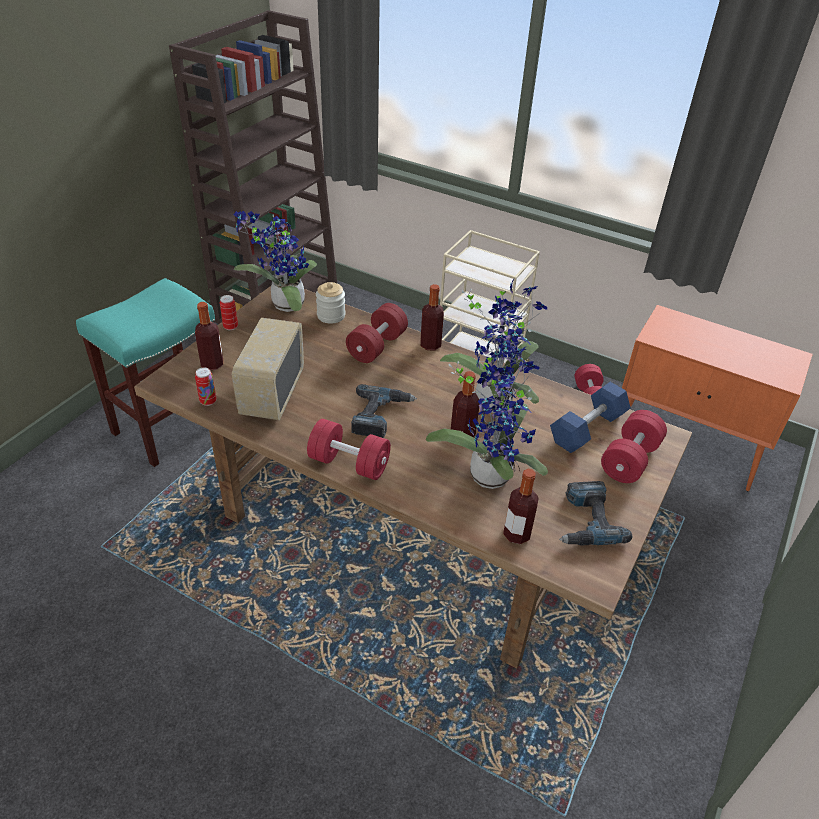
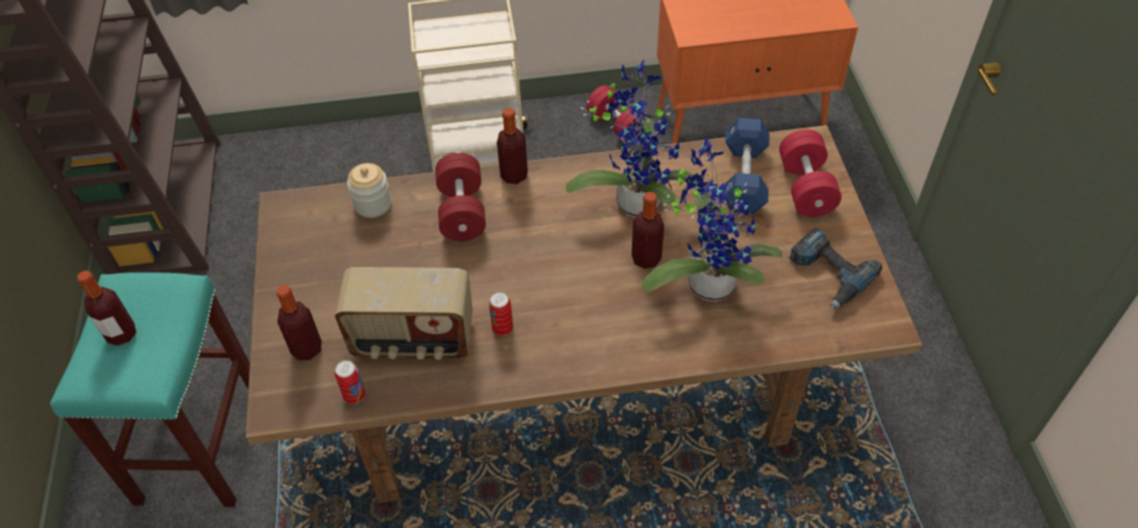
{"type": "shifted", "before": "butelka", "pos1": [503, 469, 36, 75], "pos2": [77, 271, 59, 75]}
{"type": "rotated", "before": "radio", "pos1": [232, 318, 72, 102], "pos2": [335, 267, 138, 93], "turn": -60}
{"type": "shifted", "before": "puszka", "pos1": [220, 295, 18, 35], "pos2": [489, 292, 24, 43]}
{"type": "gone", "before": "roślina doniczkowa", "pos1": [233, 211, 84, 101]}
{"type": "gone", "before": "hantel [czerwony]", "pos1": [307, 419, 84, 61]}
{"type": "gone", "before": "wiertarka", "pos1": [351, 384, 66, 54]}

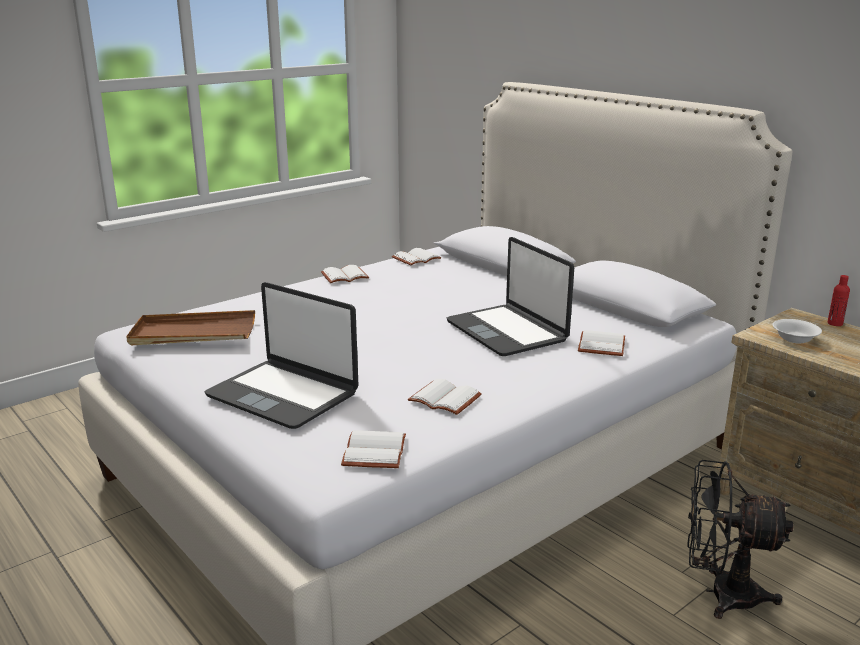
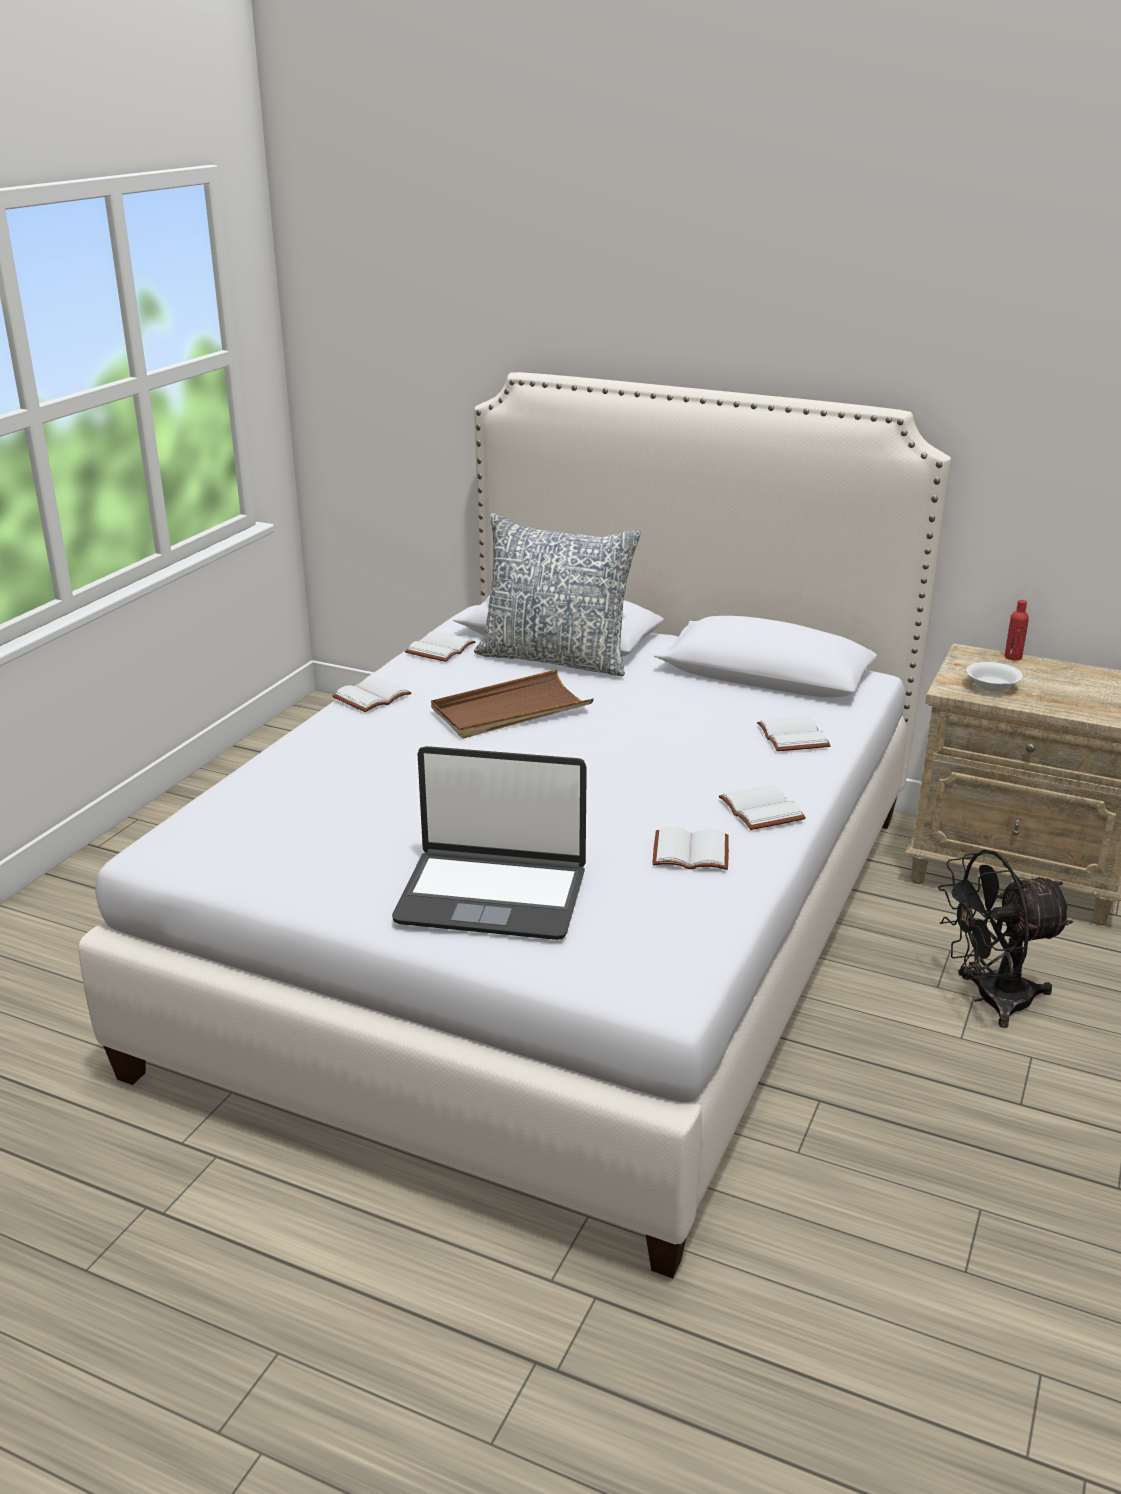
{"type": "shifted", "before": "taca [brązowy]", "pos1": [126, 310, 129, 36], "pos2": [431, 669, 162, 69]}
{"type": "new", "after": "poduszka", "pos2": [474, 513, 167, 163]}
{"type": "shifted", "before": "książka [biały]", "pos1": [341, 430, 65, 38], "pos2": [719, 784, 87, 46]}
{"type": "gone", "before": "laptop", "pos1": [447, 237, 127, 119]}

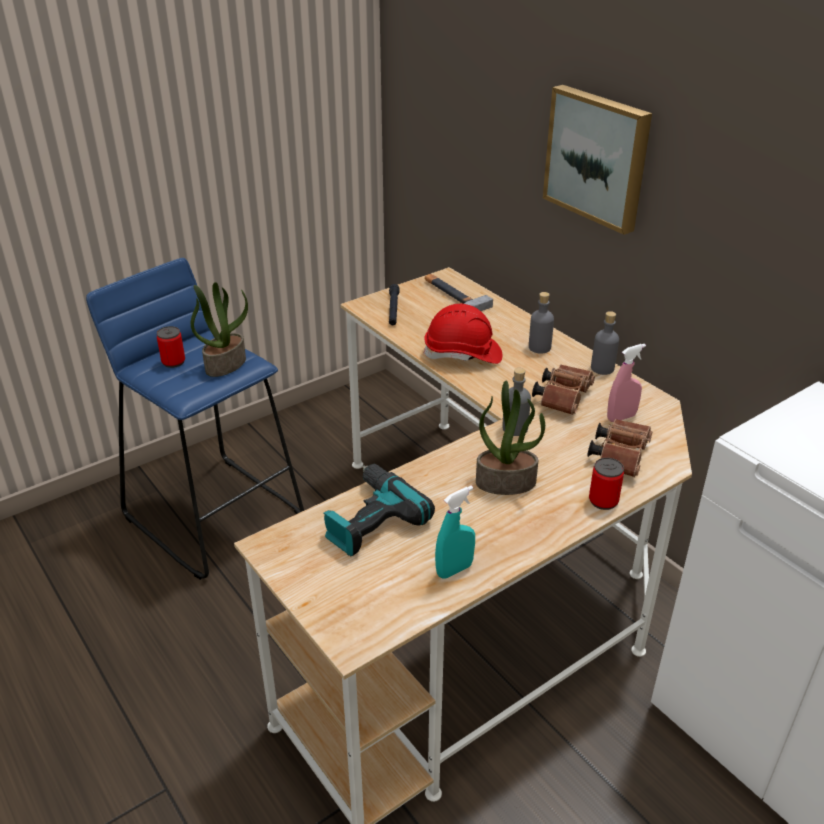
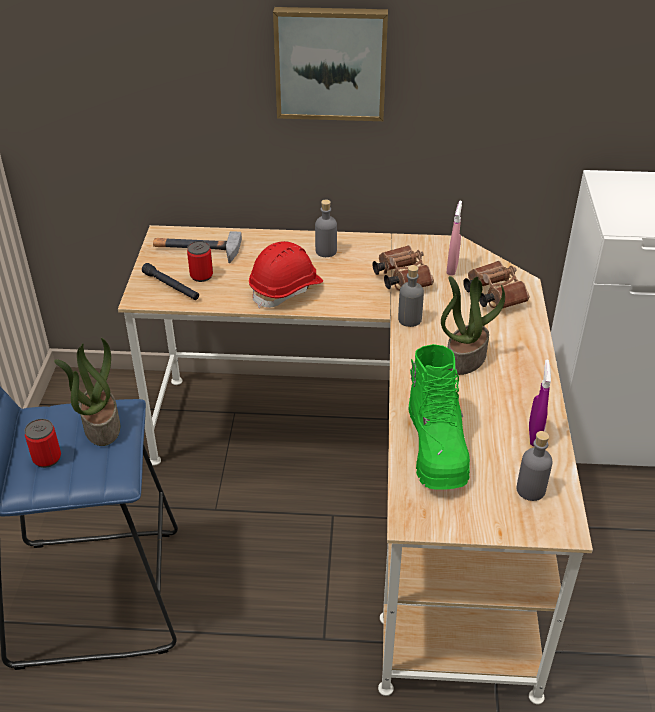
{"type": "shifted", "before": "puszka", "pos1": [589, 458, 35, 52], "pos2": [187, 241, 26, 41]}
{"type": "swapped", "before": "wiertarka", "after": "but z cholewką [zielony]", "pos1": [324, 464, 111, 92], "pos2": [408, 344, 62, 146]}
{"type": "shifted", "before": "butelka [szary]", "pos1": [591, 311, 28, 64], "pos2": [517, 431, 36, 70]}
{"type": "repainted", "before": "spryskiwacz [turkusowy]", "after": "spryskiwacz [fioletowy]", "pos1": [435, 485, 40, 94], "pos2": [529, 359, 22, 87]}

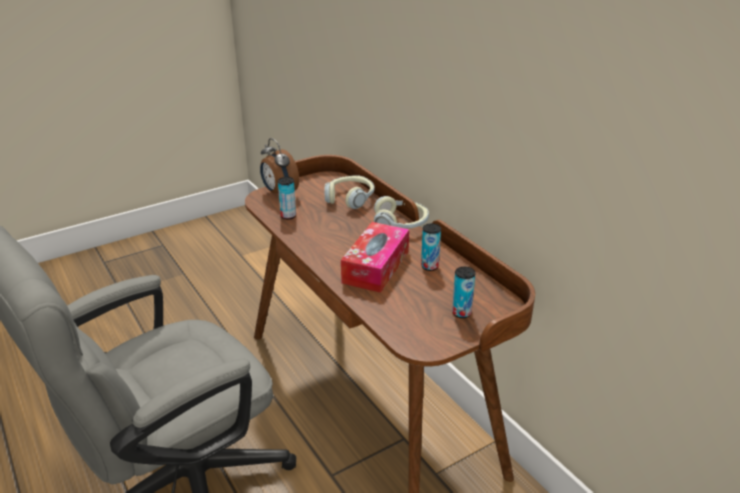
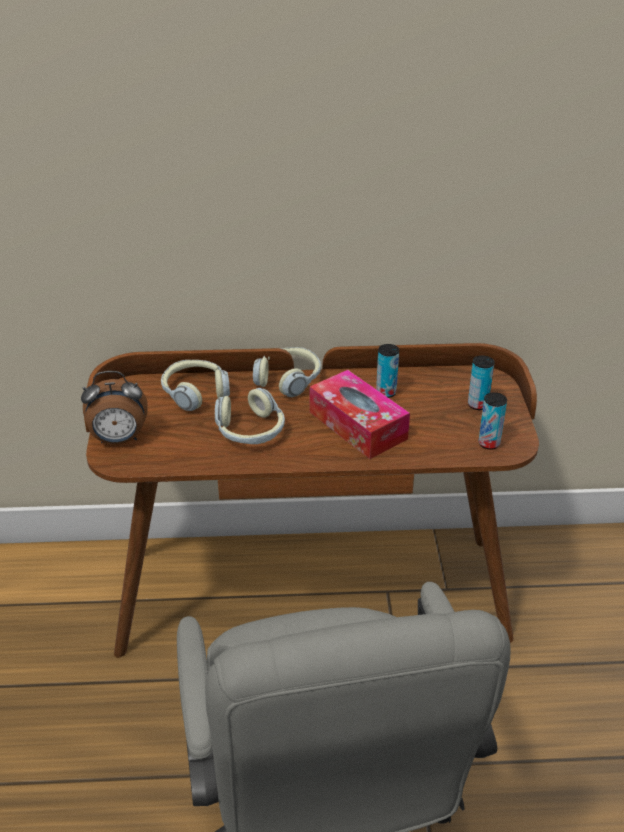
{"type": "new", "after": "słuchawki", "pos2": [215, 388, 70, 56]}
{"type": "shifted", "before": "puszka", "pos1": [278, 177, 18, 42], "pos2": [478, 392, 29, 58]}

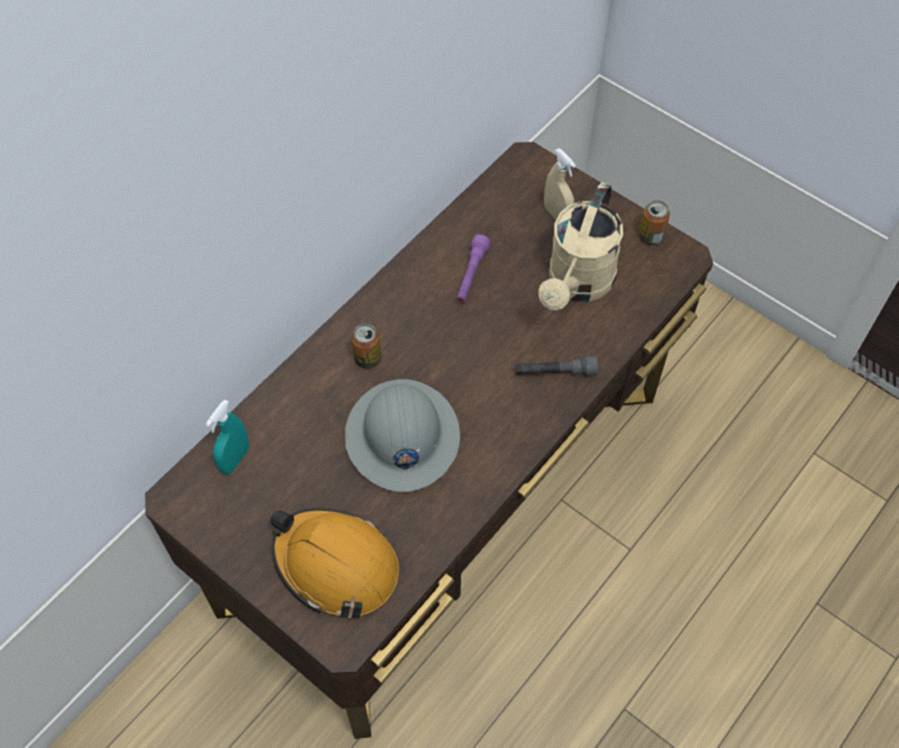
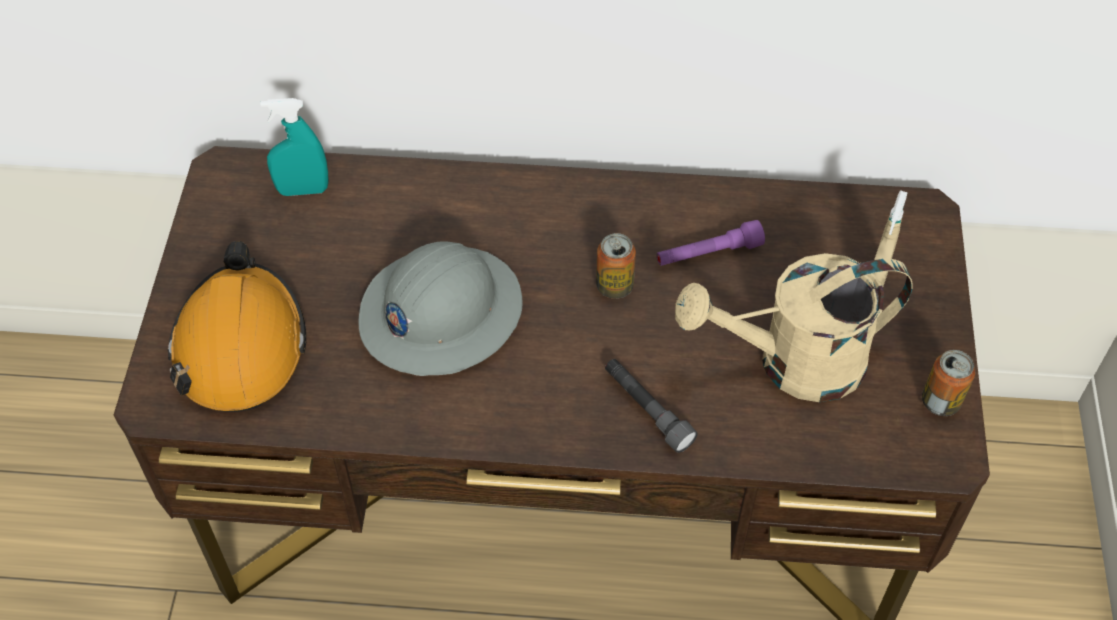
{"type": "shifted", "before": "puszka", "pos1": [351, 324, 31, 45], "pos2": [596, 233, 40, 66]}

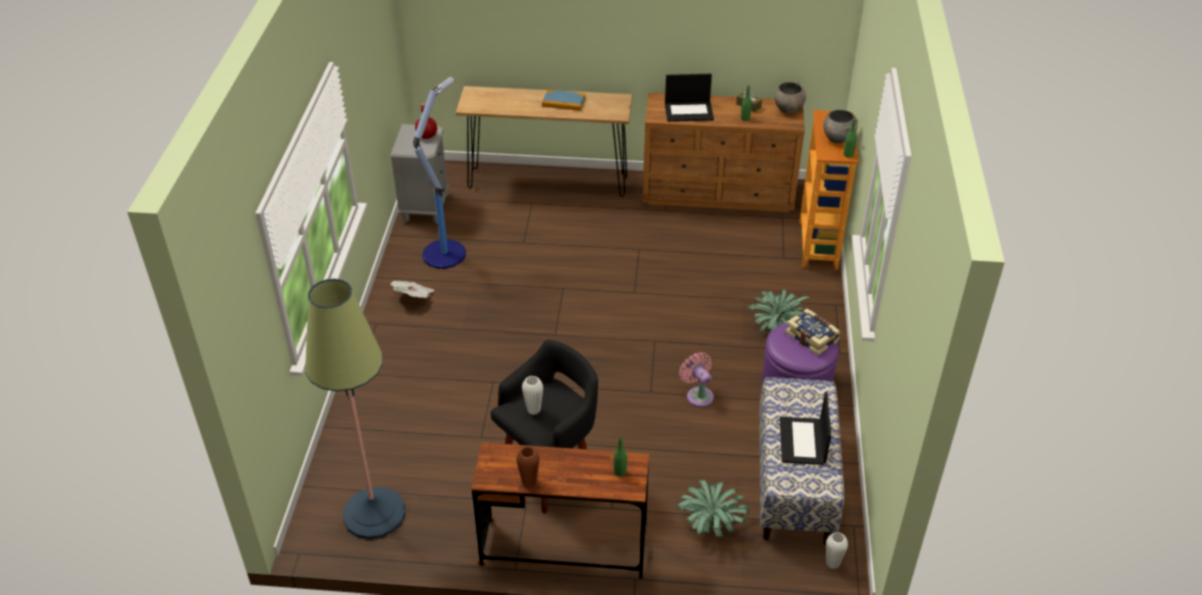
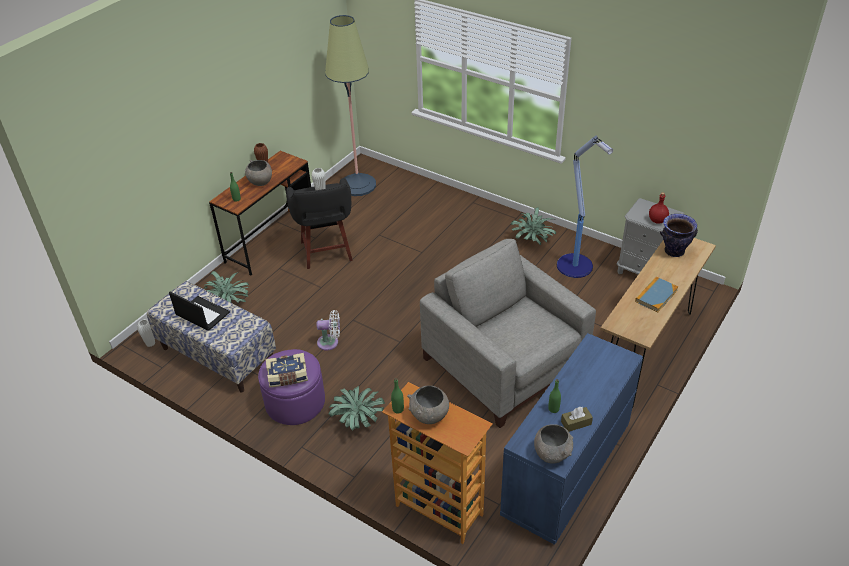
{"type": "new", "after": "miska [szary]", "pos2": [245, 160, 27, 26]}
{"type": "repainted", "before": "wentylator [różowy]", "after": "wentylator [biały]", "pos1": [679, 352, 35, 55], "pos2": [317, 310, 23, 41]}
{"type": "new", "after": "fotel [szary]", "pos2": [420, 239, 176, 189]}
{"type": "repainted", "before": "komoda [brązowy]", "after": "komoda [niebieski]", "pos1": [643, 93, 162, 119], "pos2": [500, 333, 143, 212]}
{"type": "swapped", "before": "gazeta", "after": "roślina doniczkowa", "pos1": [391, 281, 43, 17], "pos2": [511, 207, 45, 38]}
{"type": "new", "after": "wazon", "pos2": [660, 214, 38, 43]}
{"type": "gone", "before": "laptop", "pos1": [665, 74, 49, 48]}

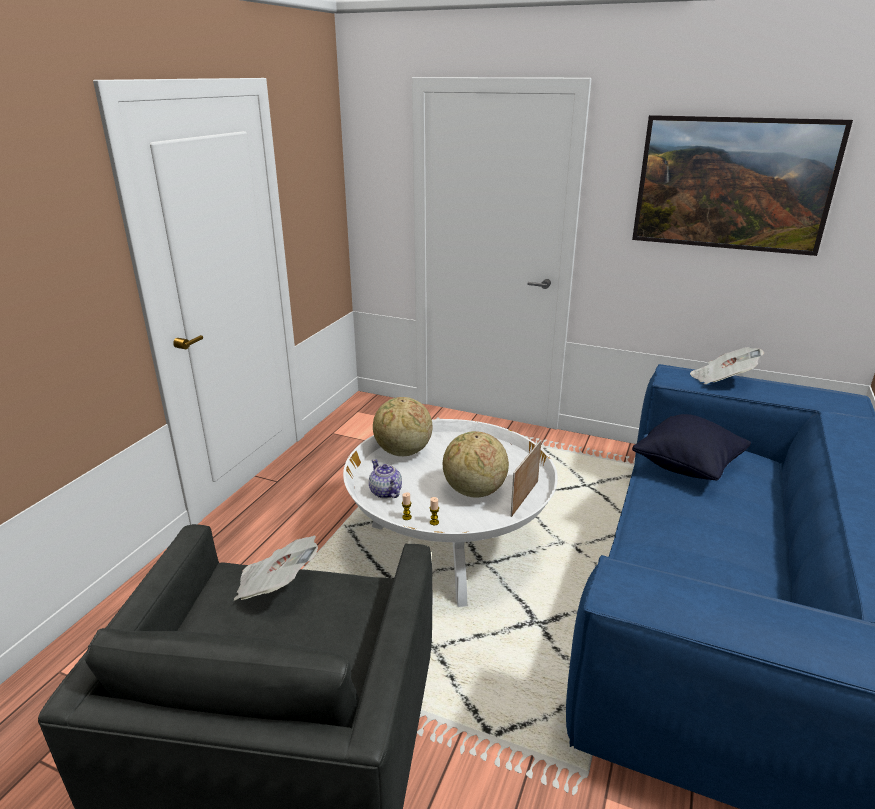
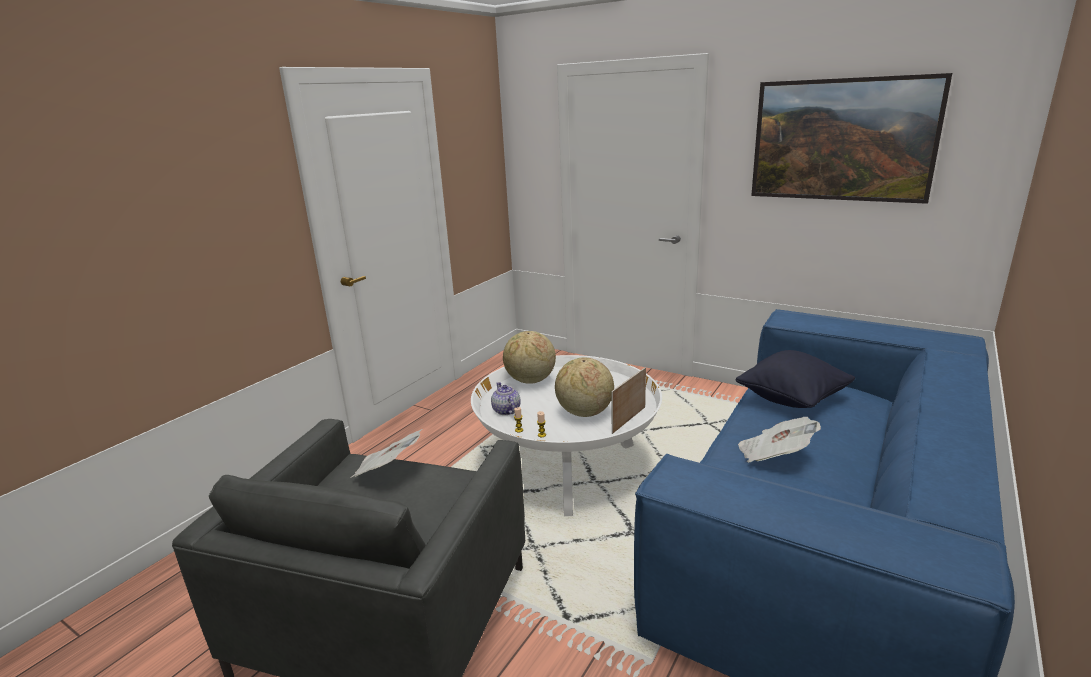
{"type": "shifted", "before": "gazeta", "pos1": [690, 347, 74, 37], "pos2": [738, 417, 83, 46]}

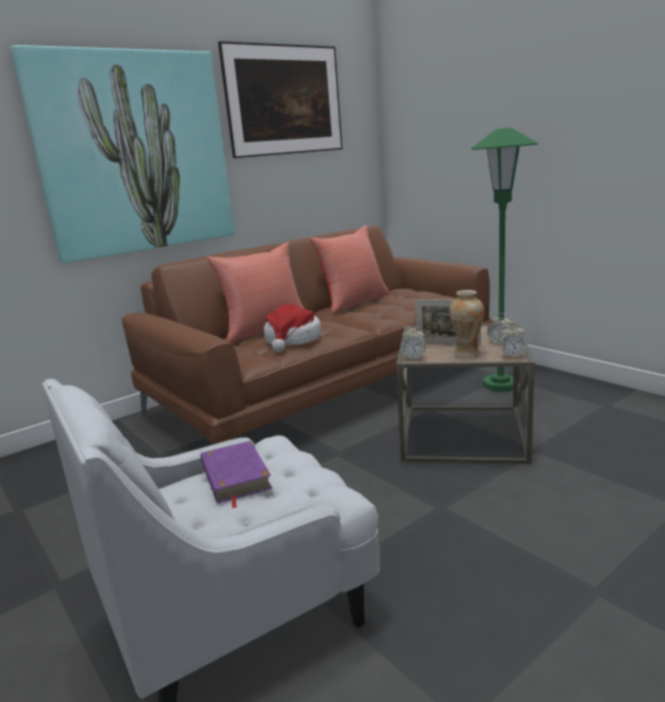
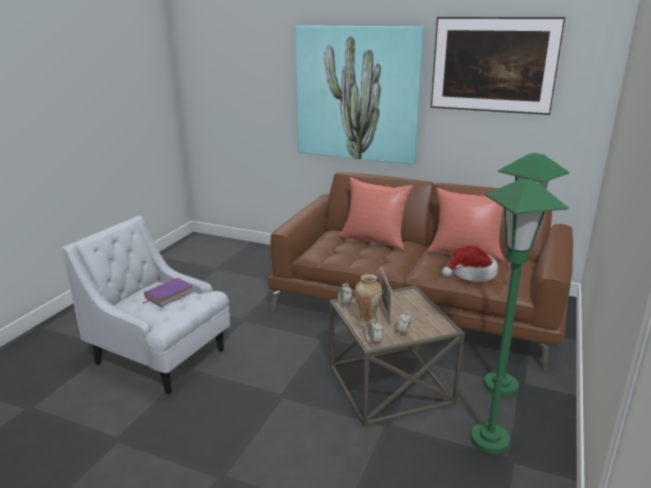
{"type": "shifted", "before": "kapelusz", "pos1": [264, 304, 57, 48], "pos2": [442, 246, 56, 36]}
{"type": "new", "after": "lampa stojąca [zielony]", "pos2": [471, 179, 98, 275]}

